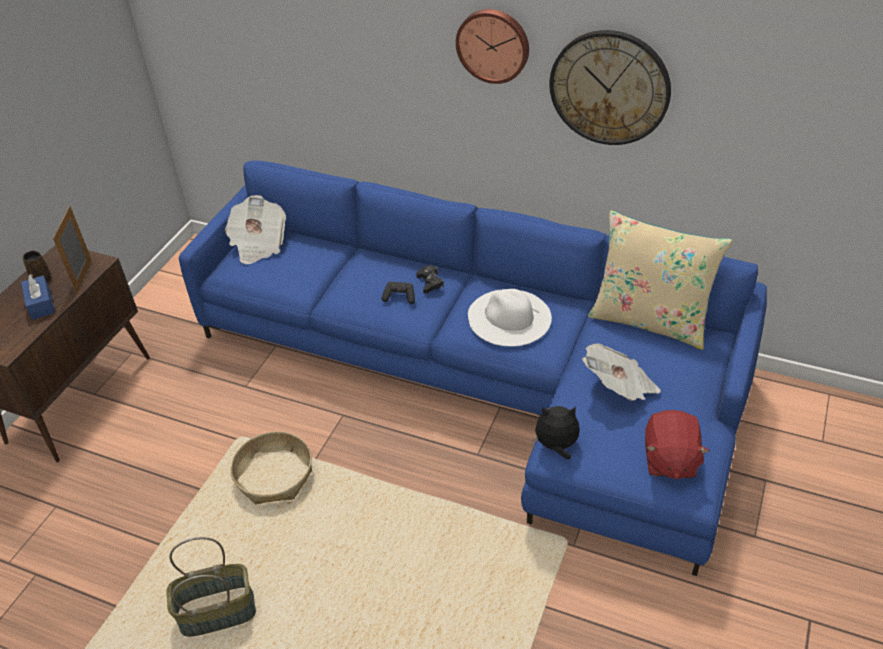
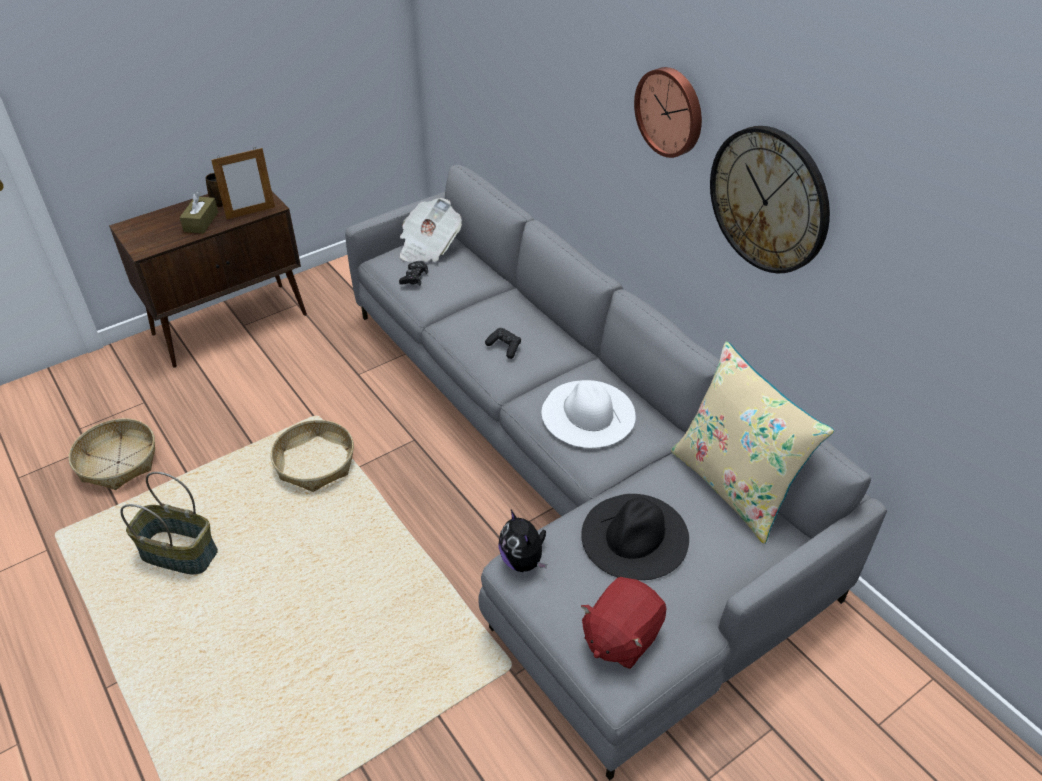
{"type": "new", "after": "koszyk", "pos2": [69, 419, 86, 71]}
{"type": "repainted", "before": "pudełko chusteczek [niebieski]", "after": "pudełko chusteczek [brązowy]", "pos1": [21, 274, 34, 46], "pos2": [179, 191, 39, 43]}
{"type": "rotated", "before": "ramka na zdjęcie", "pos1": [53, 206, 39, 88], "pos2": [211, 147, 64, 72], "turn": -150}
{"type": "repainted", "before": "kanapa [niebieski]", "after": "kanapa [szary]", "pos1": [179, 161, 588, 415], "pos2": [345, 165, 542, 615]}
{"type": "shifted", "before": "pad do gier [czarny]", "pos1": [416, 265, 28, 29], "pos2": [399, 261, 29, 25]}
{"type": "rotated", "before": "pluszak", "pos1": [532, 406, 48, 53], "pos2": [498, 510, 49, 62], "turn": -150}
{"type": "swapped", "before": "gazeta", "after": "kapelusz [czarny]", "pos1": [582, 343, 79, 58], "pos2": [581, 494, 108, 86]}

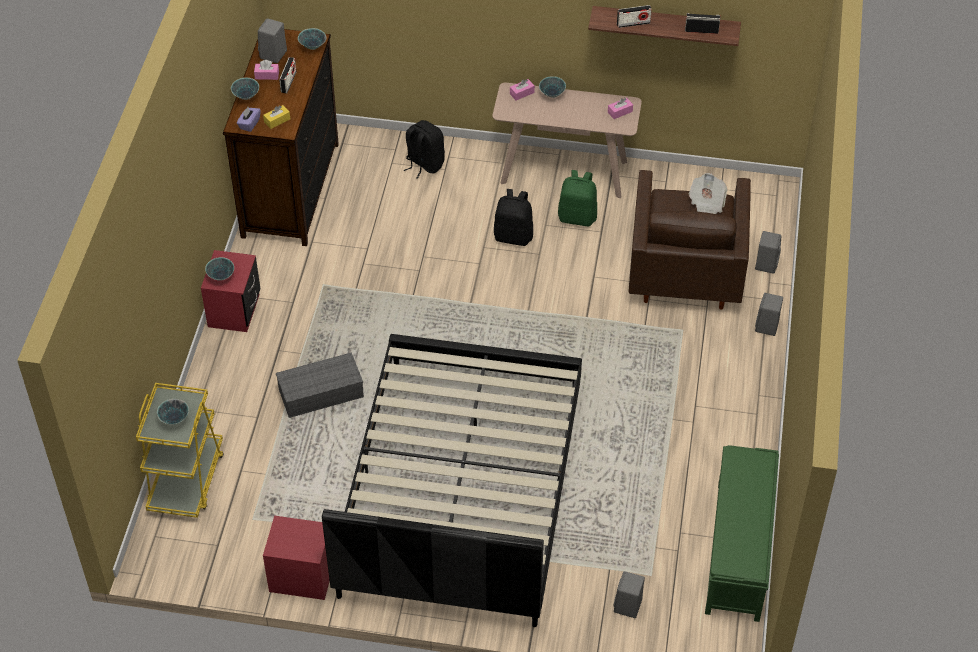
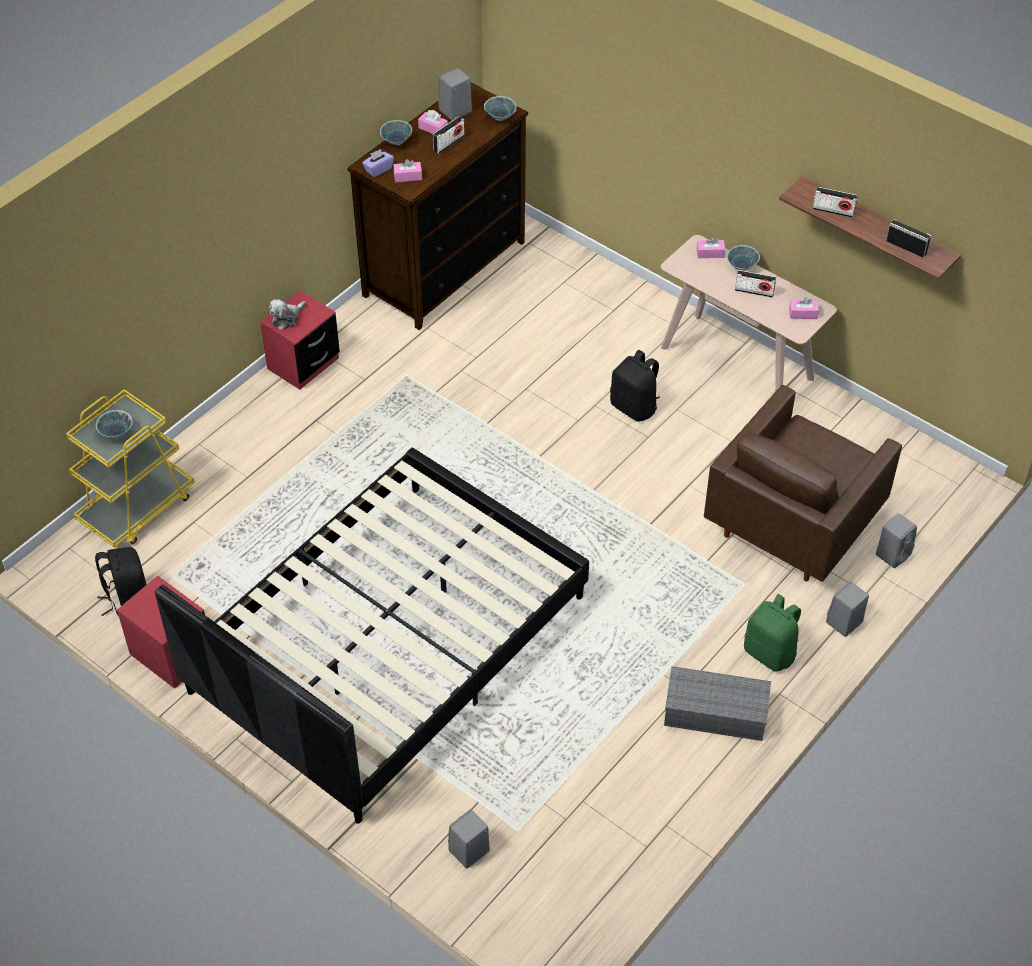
{"type": "shifted", "before": "plecak [czarny]", "pos1": [404, 120, 41, 59], "pos2": [95, 547, 52, 69]}
{"type": "swapped", "before": "miska", "after": "pluszak", "pos1": [205, 257, 29, 24], "pos2": [269, 299, 37, 31]}
{"type": "repainted", "before": "pudełko chusteczek [żółty]", "after": "pudełko chusteczek [różowy]", "pos1": [263, 105, 27, 24], "pos2": [393, 159, 29, 23]}
{"type": "shifted", "before": "pojemnik do przechowywania [szary]", "pos1": [276, 352, 88, 66], "pos2": [664, 666, 107, 75]}
{"type": "new", "after": "radio", "pos2": [735, 270, 41, 27]}
{"type": "shifted", "before": "plecak [zielony]", "pos1": [558, 170, 39, 56], "pos2": [744, 594, 57, 78]}
{"type": "gone", "before": "gazeta", "pos1": [689, 173, 39, 41]}
{"type": "gone", "before": "ławka [zielony]", "pos1": [705, 445, 74, 177]}

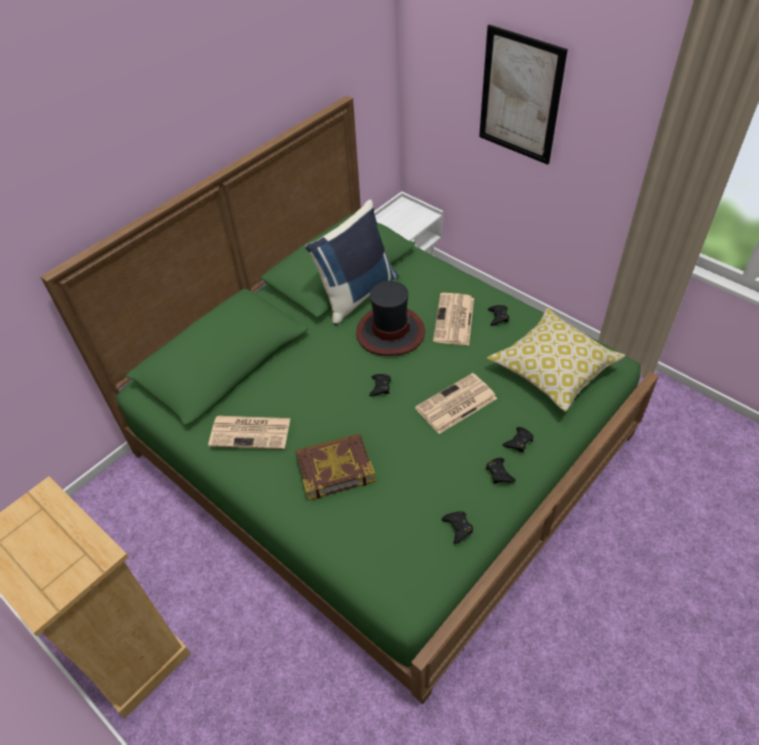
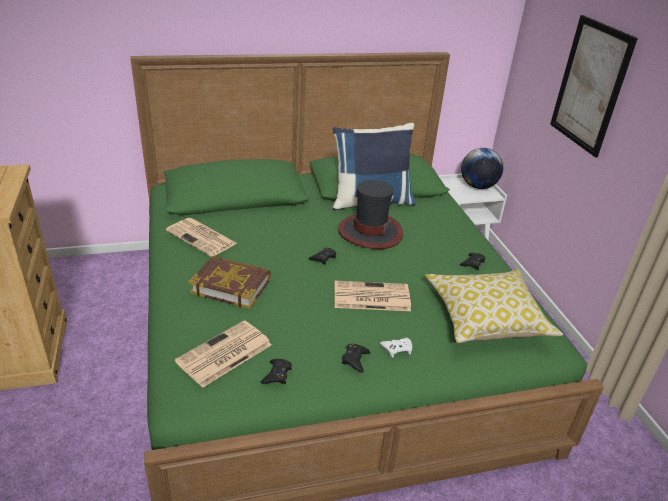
{"type": "shifted", "before": "gazeta", "pos1": [433, 293, 41, 52], "pos2": [175, 320, 97, 68]}
{"type": "repainted", "before": "pad do gier [czarny]", "after": "pad do gier [biały]", "pos1": [503, 427, 31, 26], "pos2": [380, 338, 32, 19]}
{"type": "new", "after": "globus", "pos2": [461, 148, 42, 41]}

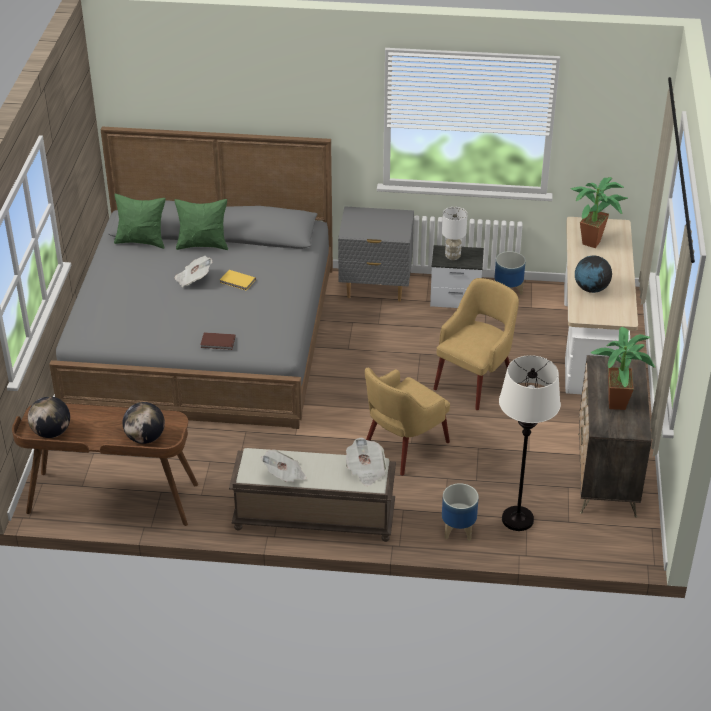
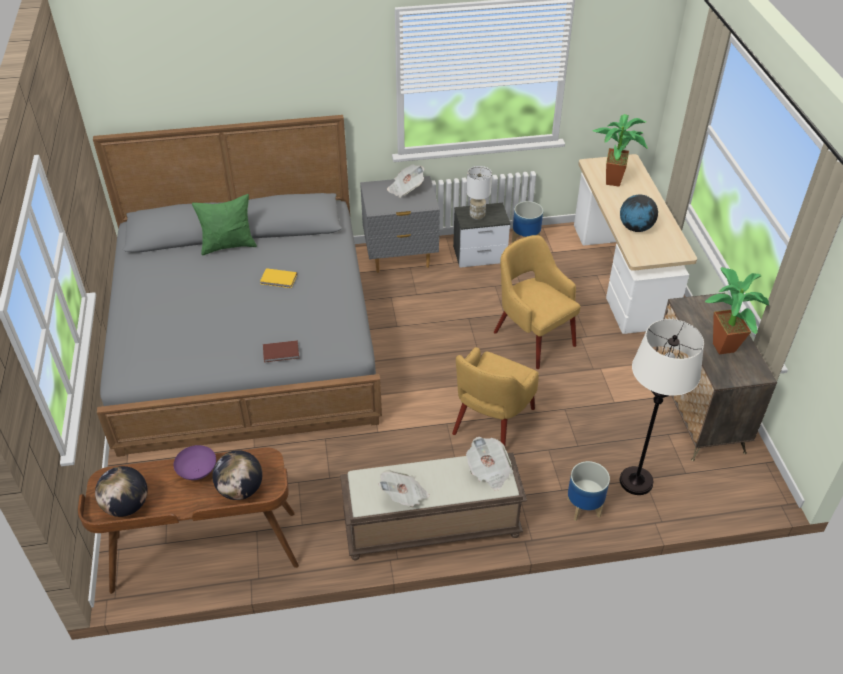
{"type": "new", "after": "miska [fioletowy]", "pos2": [174, 445, 42, 35]}
{"type": "shifted", "before": "gazeta", "pos1": [175, 256, 38, 31], "pos2": [387, 165, 38, 33]}
{"type": "rotated", "before": "fotel [żółty]", "pos1": [434, 278, 85, 132], "pos2": [494, 235, 87, 134], "turn": -60}
{"type": "gone", "before": "poduszka [zielony]", "pos1": [114, 194, 52, 55]}

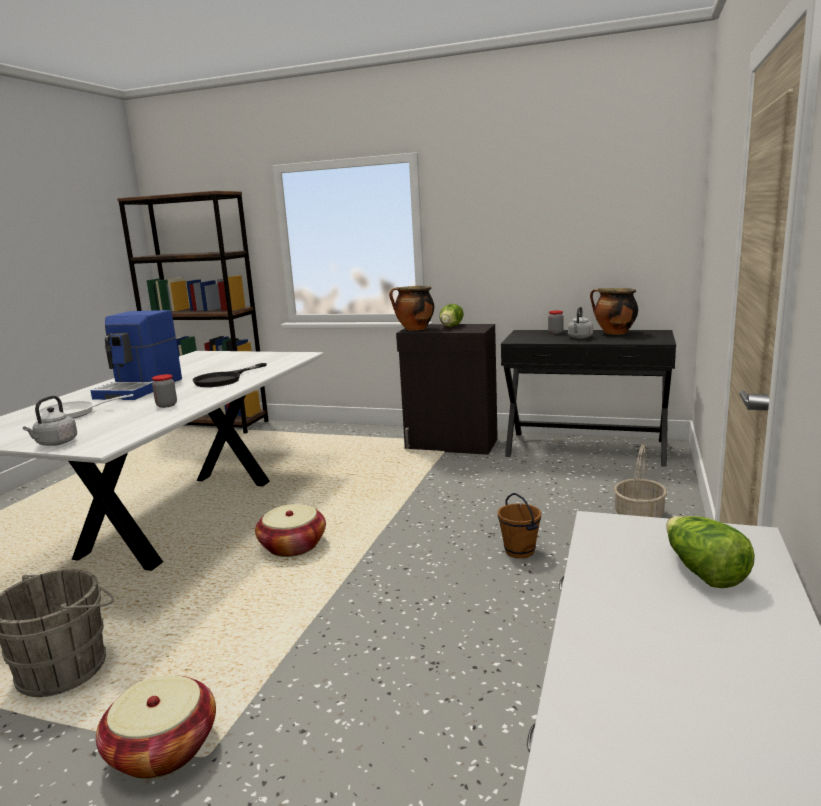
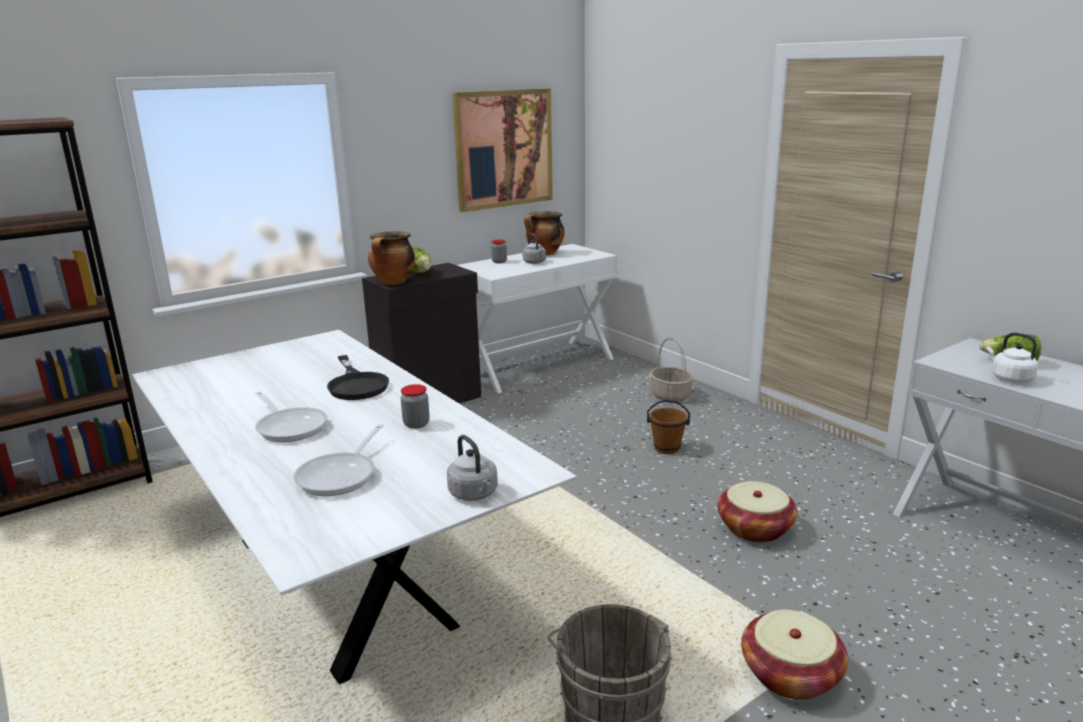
{"type": "swapped", "before": "ekspres do kawy", "after": "patelnia", "pos1": [91, 310, 91, 90], "pos2": [255, 391, 72, 51]}
{"type": "new", "after": "obraz", "pos2": [453, 88, 100, 124]}
{"type": "repainted", "before": "stolik konsolowy [czarny]", "after": "stolik konsolowy [biały]", "pos1": [501, 330, 175, 137], "pos2": [457, 244, 160, 149]}
{"type": "shifted", "before": "koszyk", "pos1": [255, 504, 71, 53], "pos2": [717, 481, 81, 62]}
{"type": "new", "after": "czajnik [biały]", "pos2": [986, 332, 52, 51]}

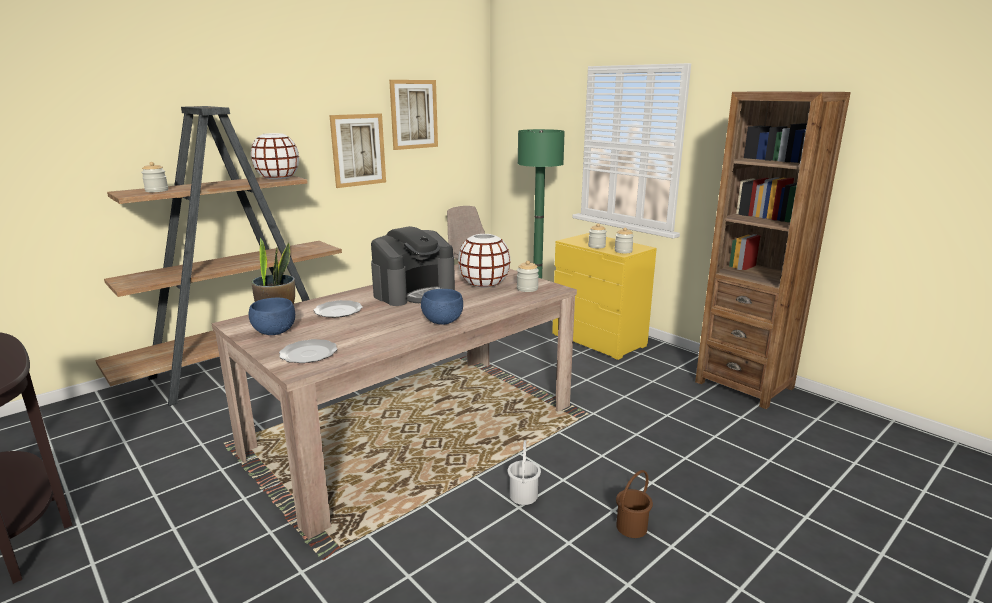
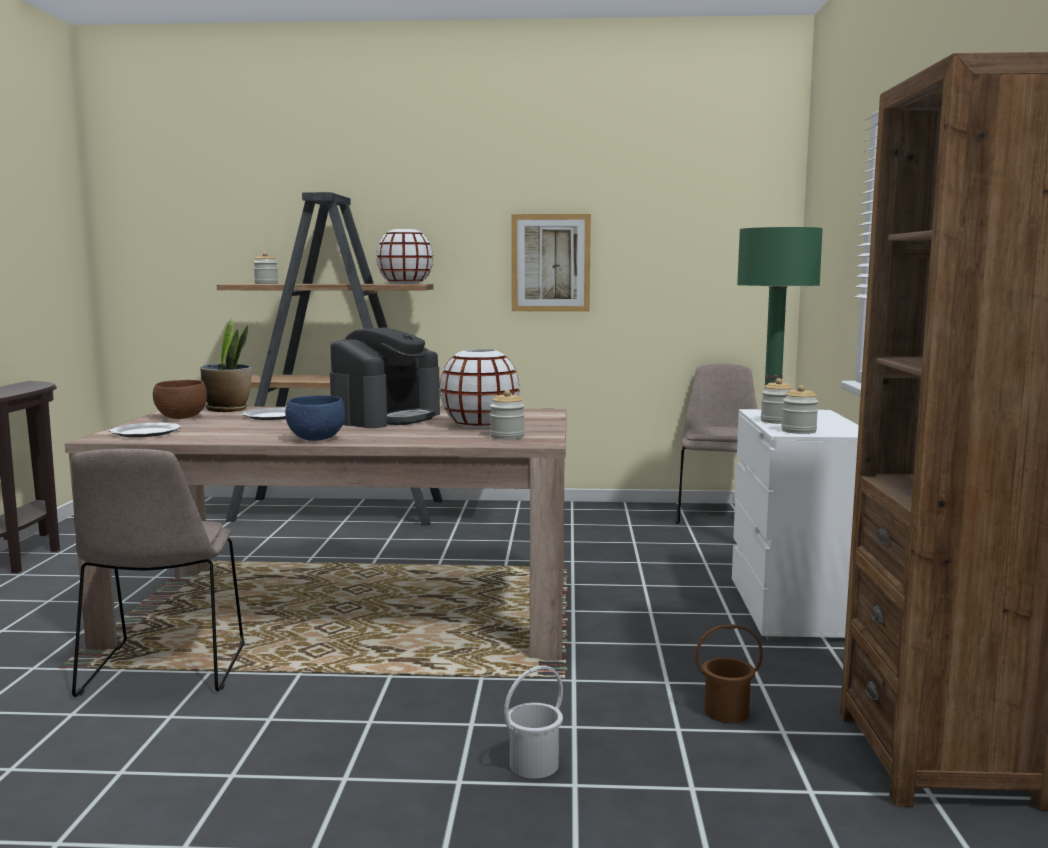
{"type": "new", "after": "krzesło [beżowy]", "pos2": [72, 449, 172, 248]}
{"type": "repainted", "before": "miska [niebieski]", "after": "miska [brązowy]", "pos1": [249, 298, 46, 37], "pos2": [153, 380, 54, 39]}
{"type": "rotated", "before": "ekspres do kawy", "pos1": [371, 226, 84, 80], "pos2": [330, 327, 110, 101], "turn": -60}
{"type": "shifted", "before": "wiadro [biały]", "pos1": [508, 440, 33, 65], "pos2": [504, 665, 59, 114]}
{"type": "shifted", "before": "wiadro [brązowy]", "pos1": [616, 470, 37, 68], "pos2": [695, 624, 68, 99]}
{"type": "repainted", "before": "komoda [żółty]", "after": "komoda [biały]", "pos1": [552, 233, 105, 127], "pos2": [732, 409, 127, 232]}
{"type": "gone", "before": "obraz", "pos1": [389, 80, 49, 70]}

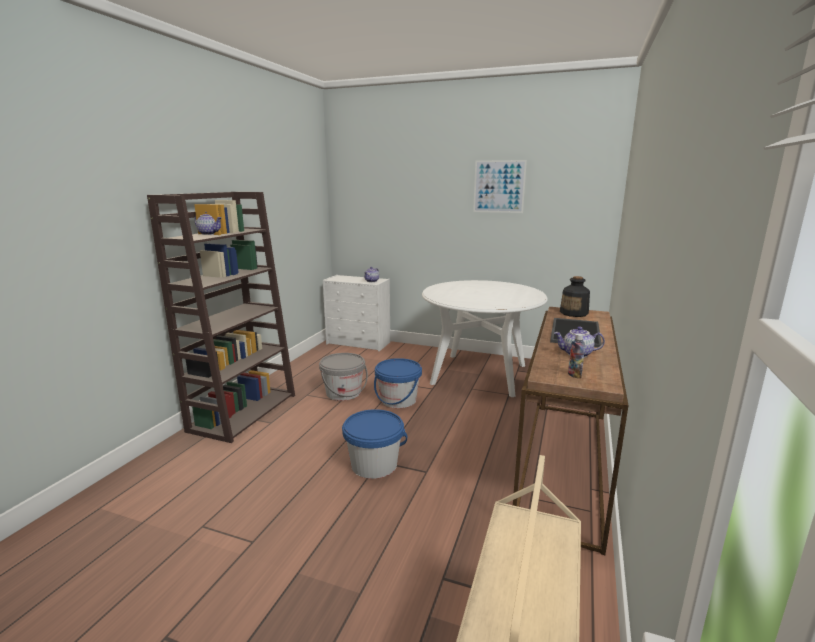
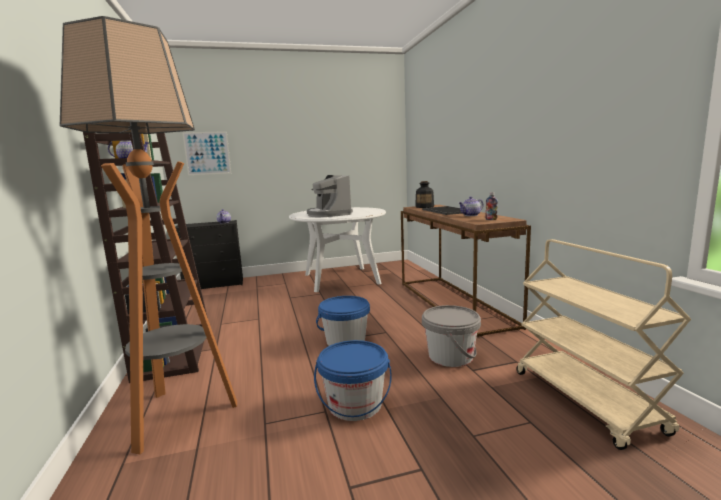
{"type": "new", "after": "lampa stojąca", "pos2": [60, 16, 177, 438]}
{"type": "repainted", "before": "komoda [biały]", "after": "komoda [czarny]", "pos1": [323, 275, 67, 76], "pos2": [175, 220, 68, 69]}
{"type": "shifted", "before": "obraz", "pos1": [473, 160, 54, 53], "pos2": [182, 131, 49, 44]}
{"type": "new", "after": "ekspres do kawy", "pos2": [307, 175, 46, 42]}
{"type": "shifted", "before": "wiadro [niebieski]", "pos1": [374, 358, 48, 50], "pos2": [314, 340, 78, 81]}
{"type": "shifted", "before": "wiadro [szary]", "pos1": [319, 353, 49, 48], "pos2": [422, 305, 59, 62]}

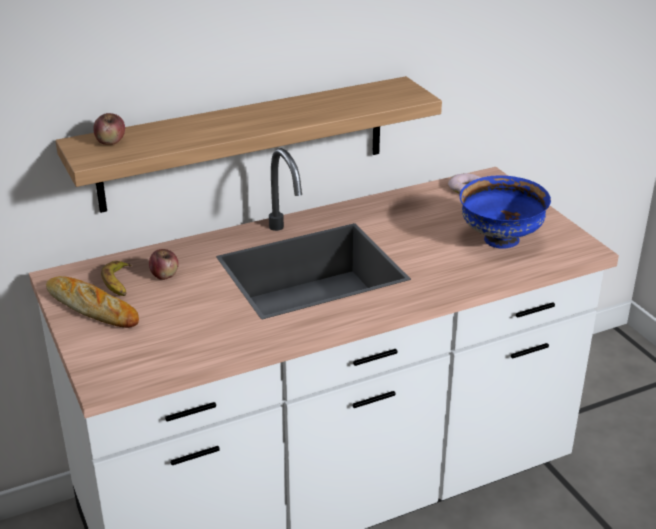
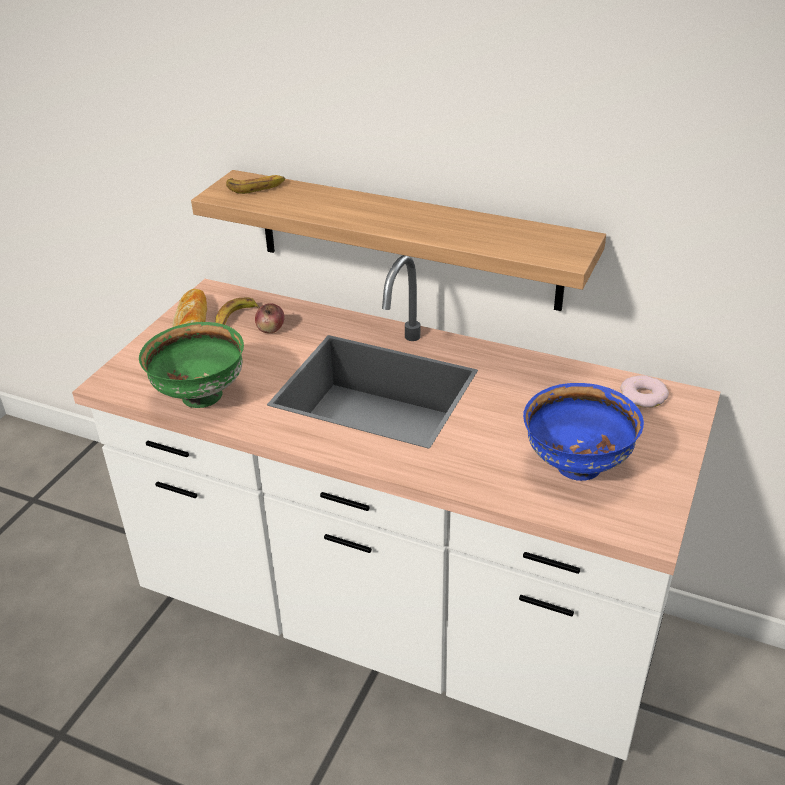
{"type": "new", "after": "miska [zielony]", "pos2": [139, 322, 105, 86]}
{"type": "swapped", "before": "jabłko", "after": "banan", "pos1": [93, 113, 32, 32], "pos2": [226, 175, 59, 19]}

